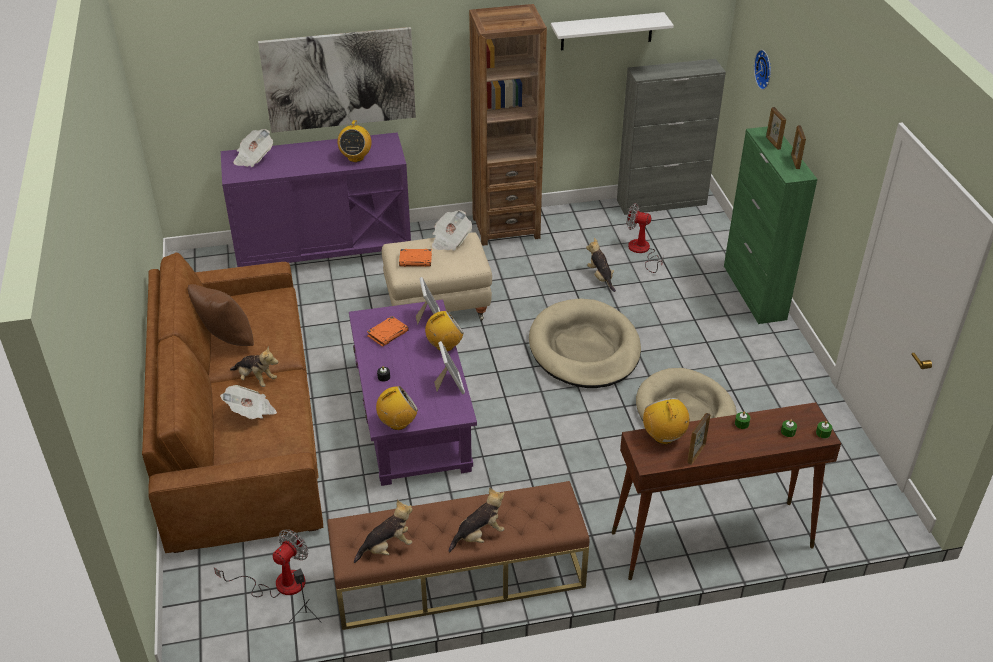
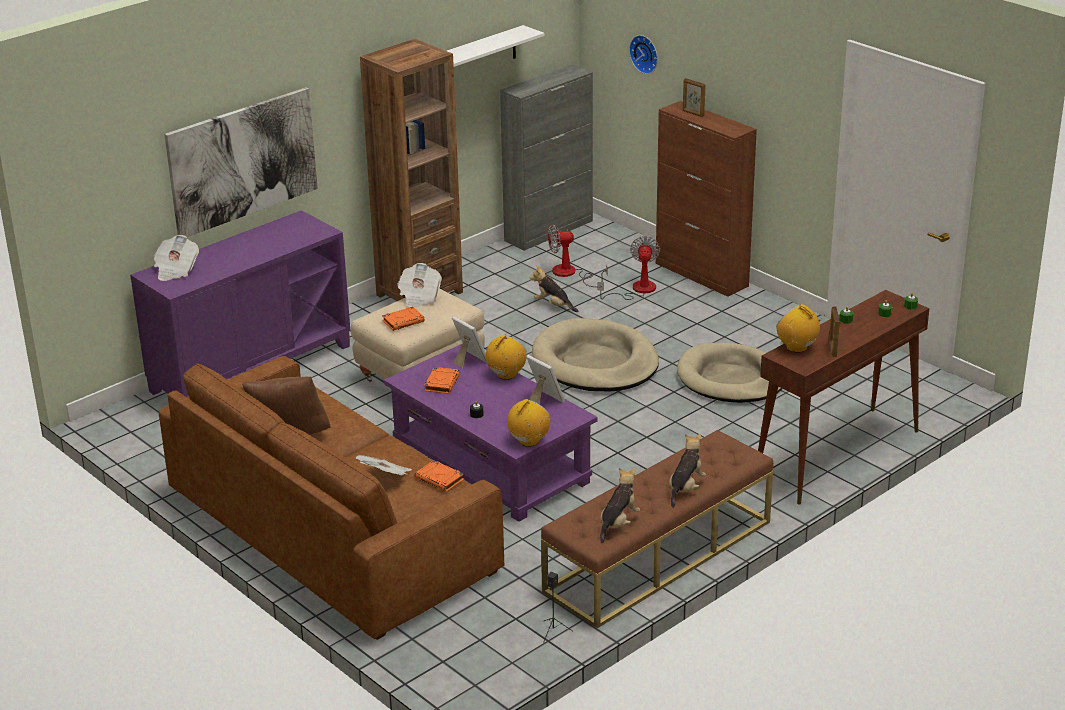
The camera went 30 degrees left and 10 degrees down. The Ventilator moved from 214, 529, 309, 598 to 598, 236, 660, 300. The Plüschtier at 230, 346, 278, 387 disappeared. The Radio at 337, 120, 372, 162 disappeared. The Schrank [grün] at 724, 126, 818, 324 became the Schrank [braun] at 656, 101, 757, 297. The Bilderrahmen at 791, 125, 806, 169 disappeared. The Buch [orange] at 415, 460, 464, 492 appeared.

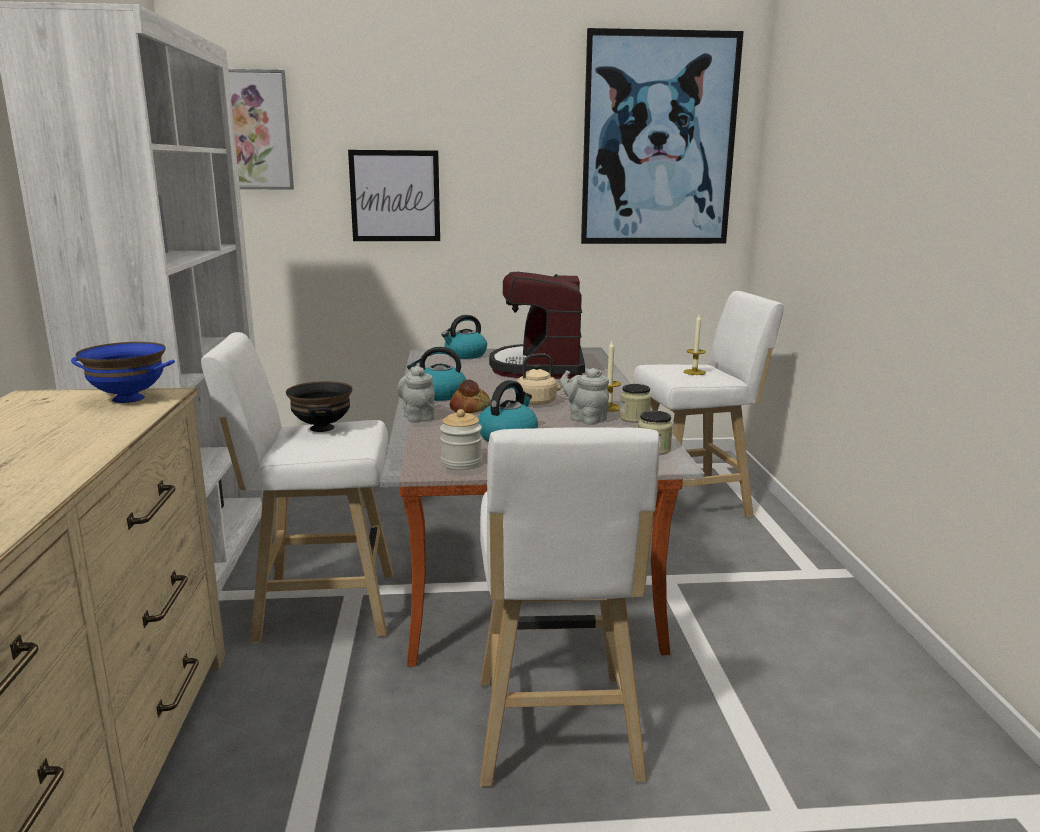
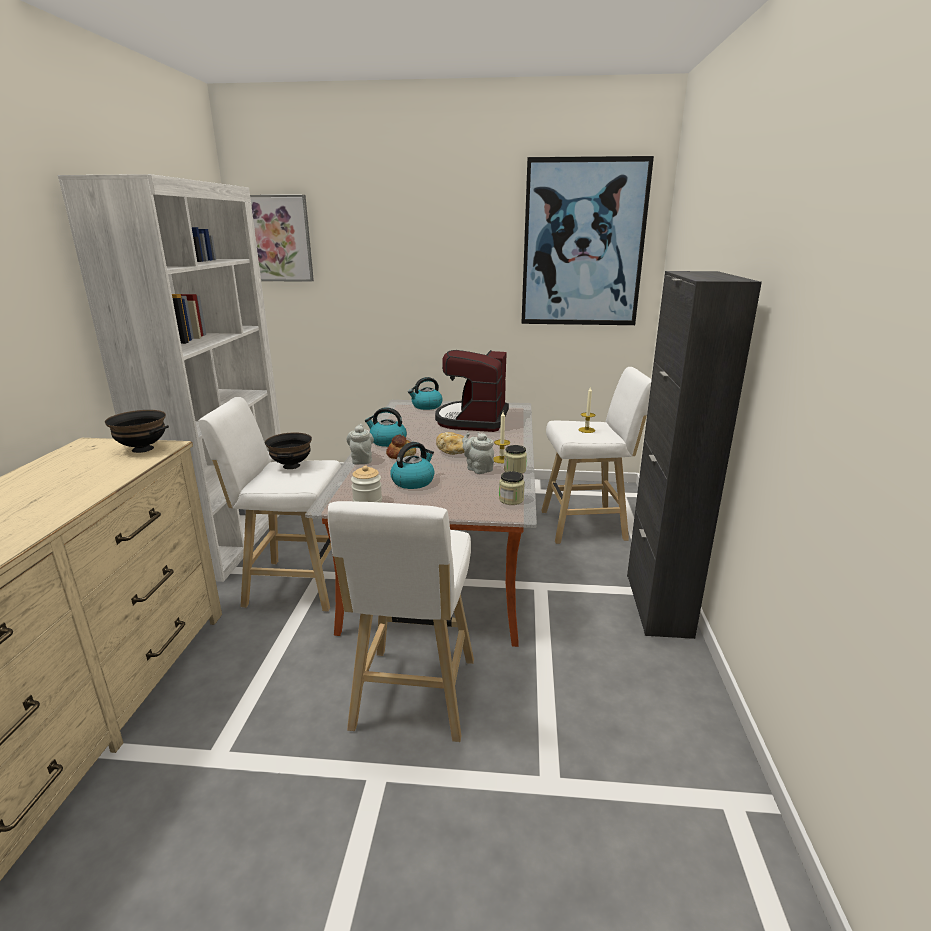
The camera went 10 degrees right and 5 degrees up. The Schüssel [blau] at 71, 342, 175, 403 became the Schüssel [schwarz] at 105, 410, 169, 453. The Bild at 348, 150, 440, 241 disappeared. The Wasserkessel [beige] at 517, 353, 562, 405 was replaced by the Brot at 436, 432, 464, 455. The Schrank [schwarz] at 627, 271, 762, 639 appeared.

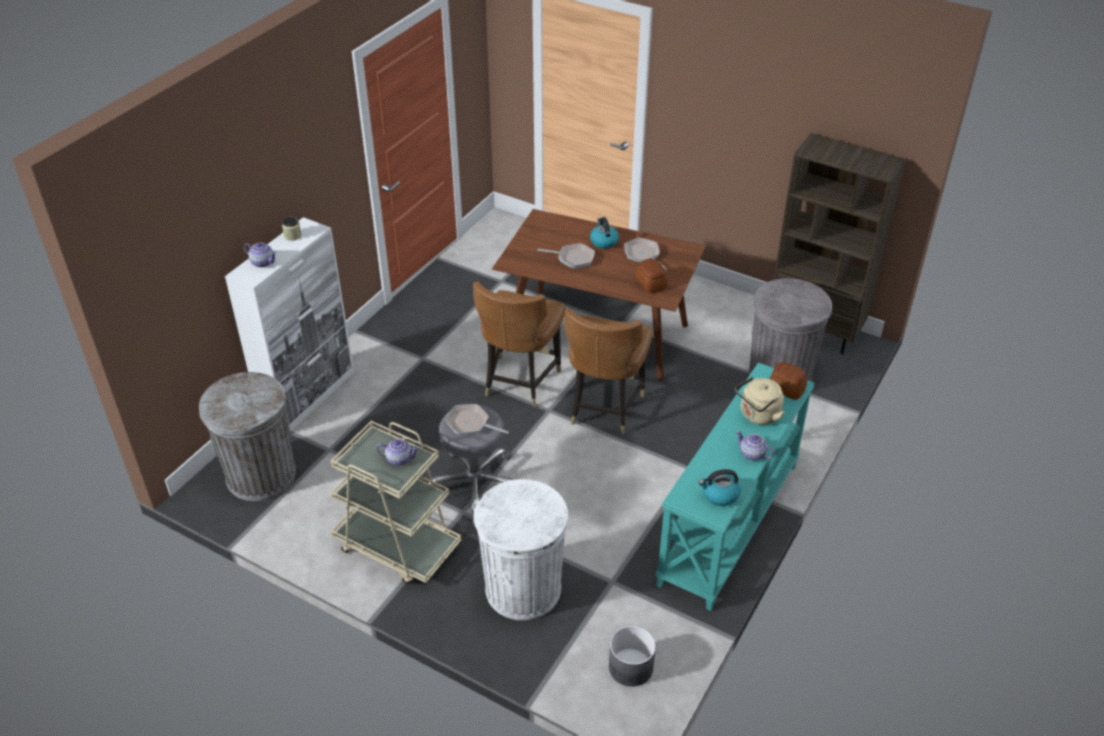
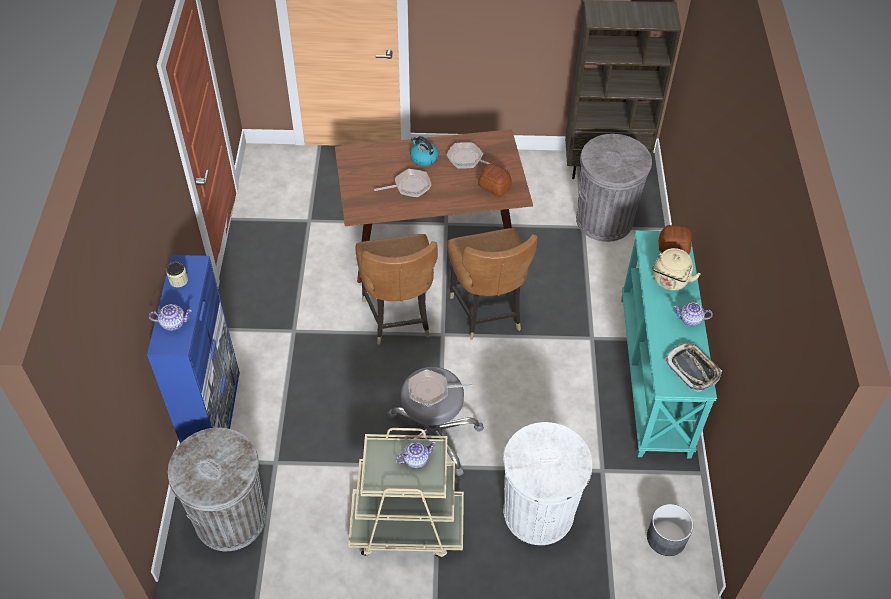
The camera went 30 degrees left and 10 degrees up. The Schrank [weiß] at 225, 217, 354, 432 became the Schrank [blau] at 147, 255, 240, 443. The Wasserkessel at 699, 469, 740, 506 was replaced by the Tablett at 665, 343, 722, 392.

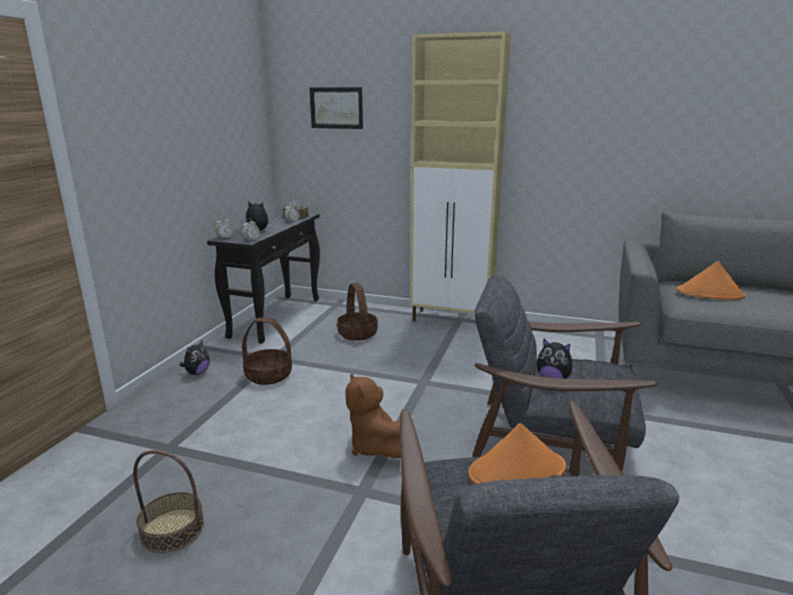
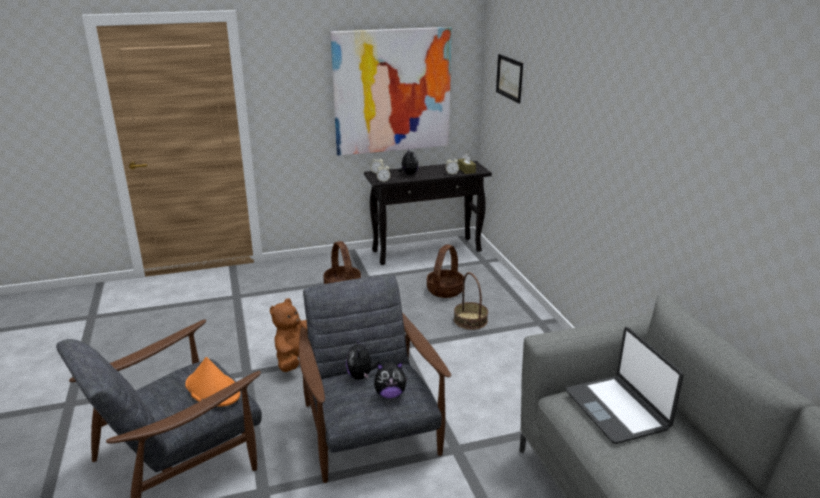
The camera went 55 degrees right and 5 degrees up. The Korb moved from 133, 450, 204, 553 to 454, 272, 488, 330. The Plüschtier moved from 180, 340, 210, 375 to 374, 362, 408, 398. The Schrank [beige] at 410, 31, 511, 322 disappeared. The Hut [orange] at 677, 261, 746, 300 was replaced by the Laptop at 566, 327, 684, 444. The Bild at 331, 27, 452, 156 appeared.

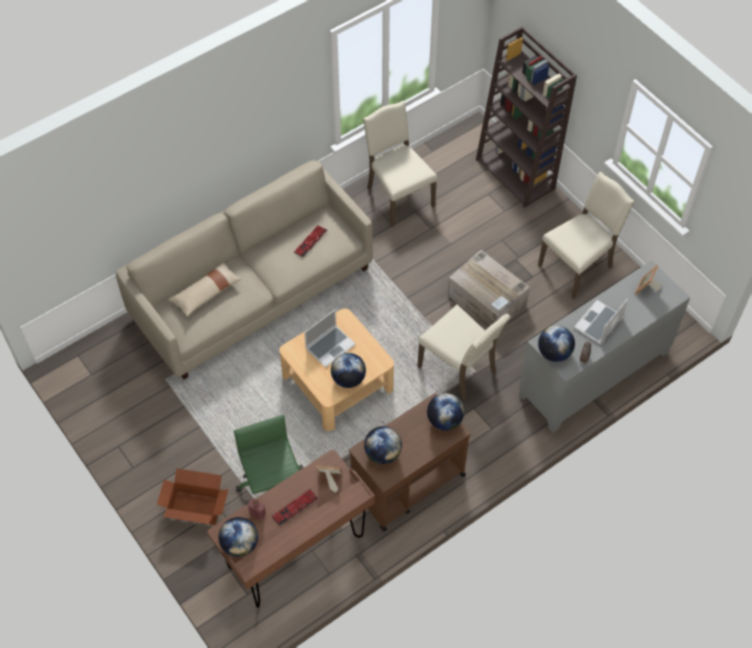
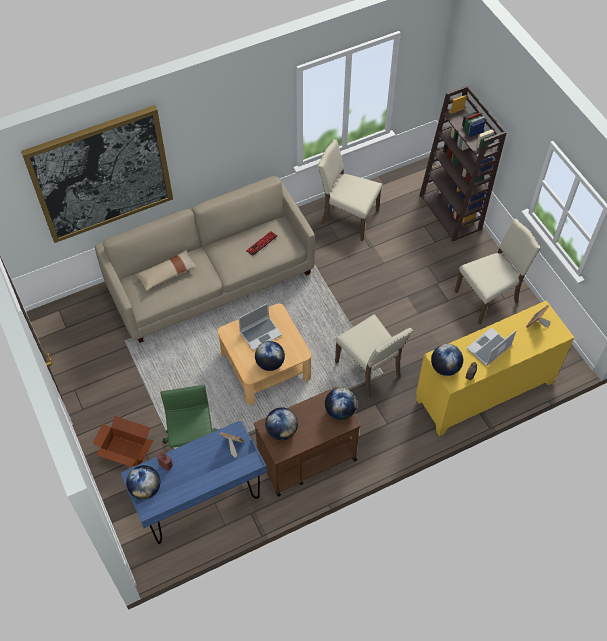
The camera went 10 degrees right and 0 degrees up. The Schreibtisch [braun] at 207, 450, 375, 608 became the Schreibtisch [blau] at 121, 421, 267, 544. The Tastatur at 272, 489, 318, 526 disappeared. The Stuhl [beige] at 363, 101, 437, 227 turned 45 degrees counterclockwise. The Karton at 448, 250, 530, 327 disappeared. The Schrank [grau] at 519, 260, 690, 433 became the Schrank [gelb] at 416, 301, 575, 436. The Bild at 21, 105, 173, 243 appeared.

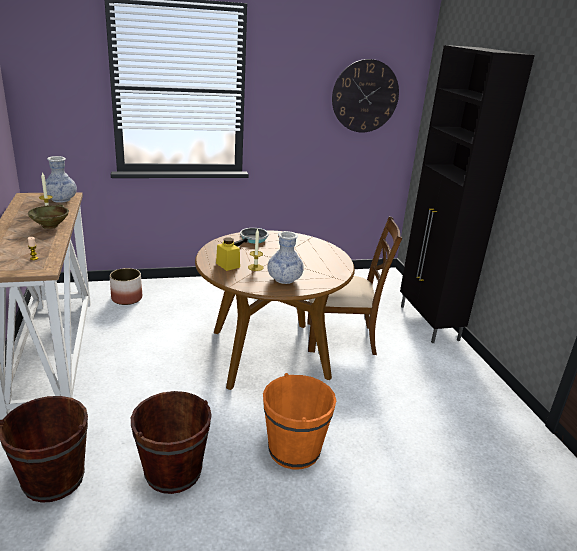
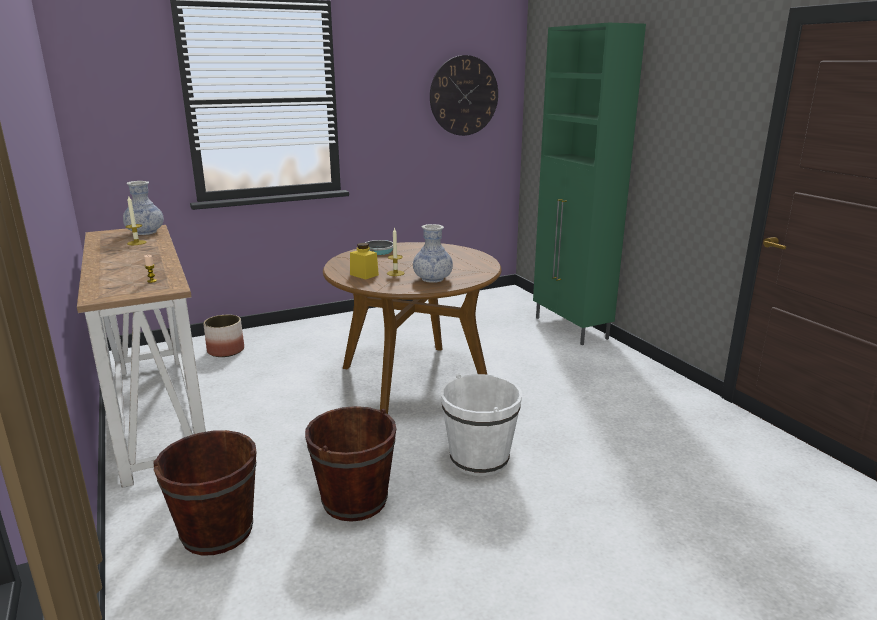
The camera went 10 degrees left and 5 degrees down. The Schüssel [beige] at 28, 205, 69, 229 disappeared. The Eimer [orange] at 263, 373, 336, 469 became the Eimer [weiß] at 441, 374, 522, 476. The Stuhl [braun] at 307, 216, 402, 355 disappeared. The Schrank [schwarz] at 400, 45, 535, 343 became the Schrank [grün] at 533, 23, 646, 345.

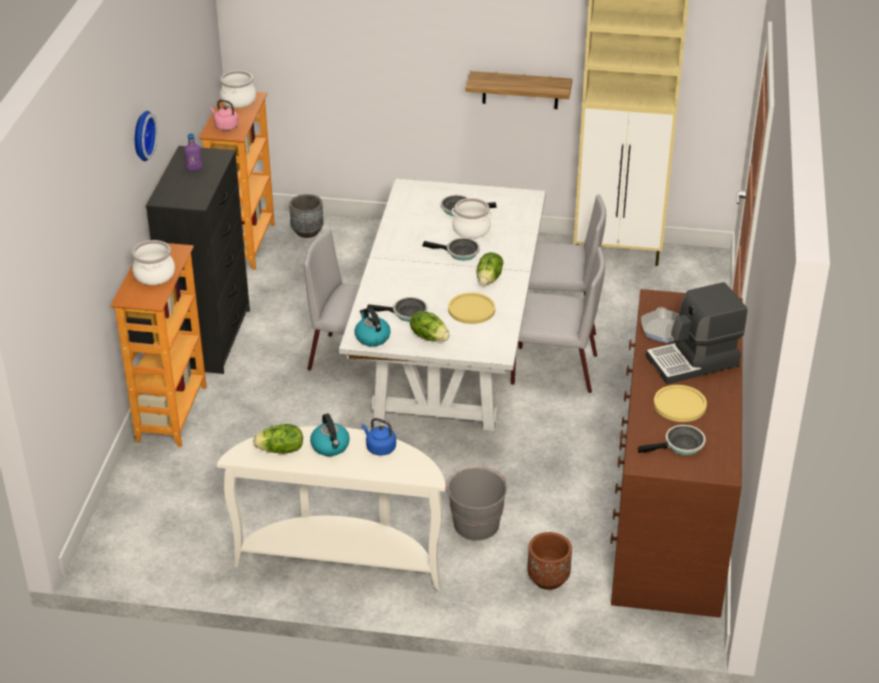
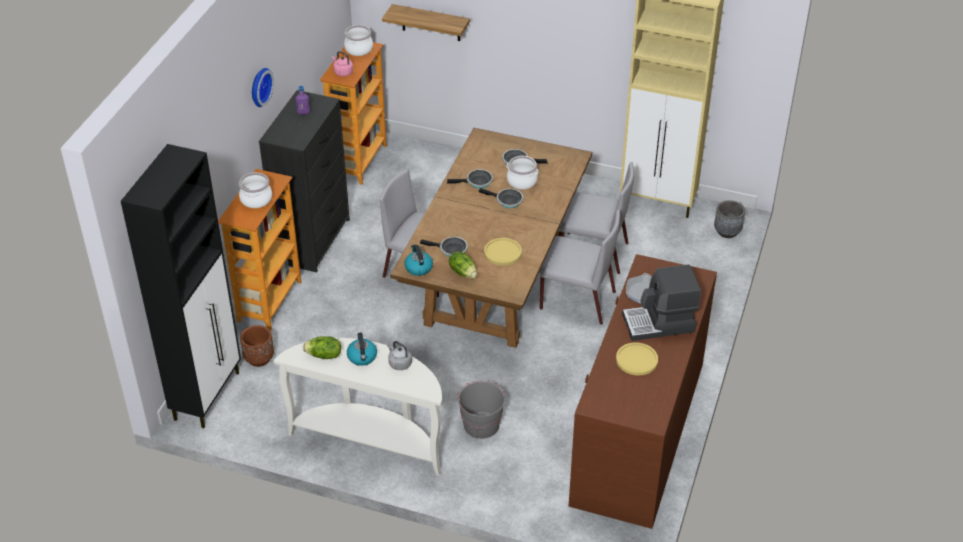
The camera went 10 degrees right and 5 degrees up. The Pflanzkübel [grau] moved from 289, 194, 323, 238 to 714, 200, 745, 238. The Esstisch [weiß] at 339, 178, 546, 431 became the Esstisch [braun] at 390, 128, 592, 348. The Wasserkessel [blau] at 362, 418, 396, 456 became the Wasserkessel [grau] at 387, 341, 412, 370. The Wandregal moved from 465, 71, 572, 109 to 382, 4, 470, 41. The Salatkopf at 477, 252, 503, 285 disappeared. The Pflanzkübel [braun] moved from 527, 532, 572, 590 to 240, 325, 274, 367. The Pfanne moved from 638, 425, 706, 455 to 447, 169, 493, 189. The Schrank [schwarz] at 121, 144, 241, 428 appeared.

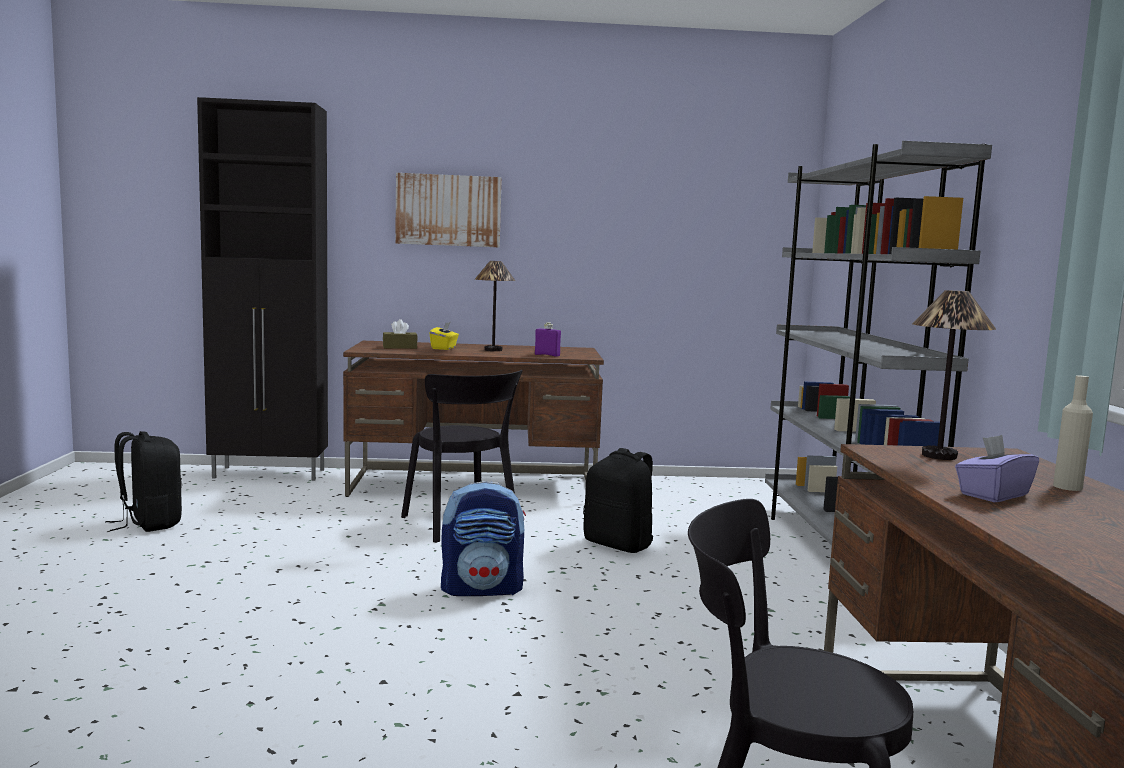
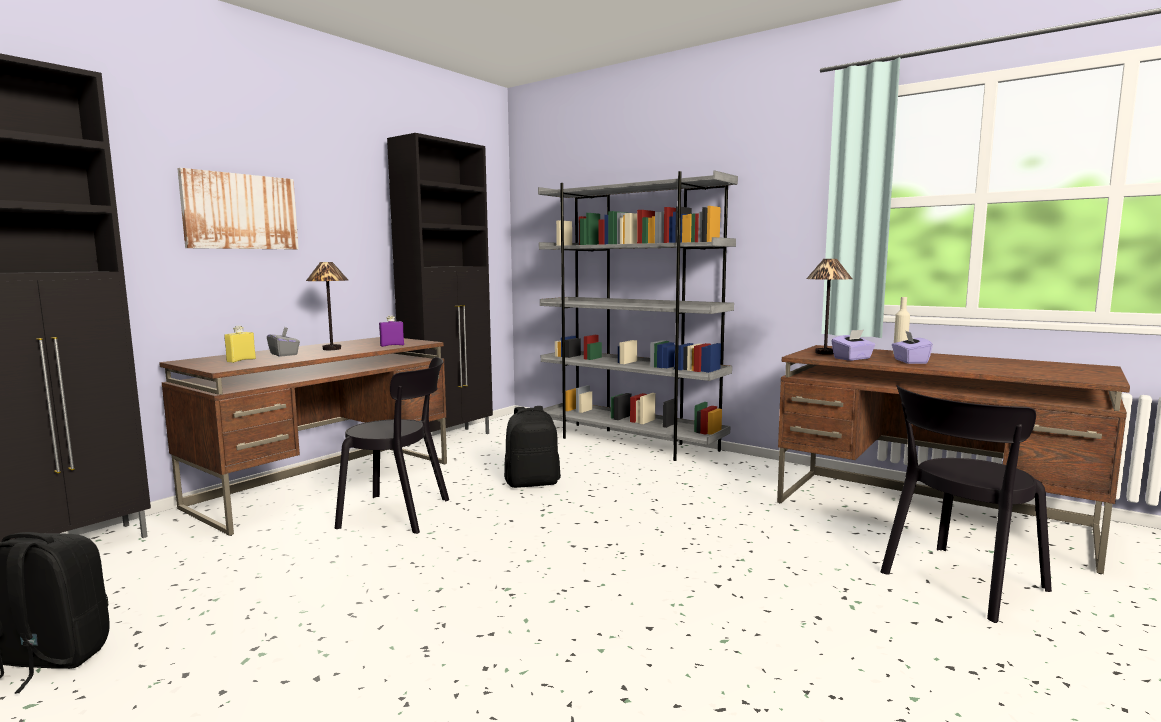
The camera went 50 degrees left and 0 degrees up. The Taschentuchbox [braun] at 383, 319, 418, 349 was replaced by the Flasche [gelb] at 224, 326, 256, 363. The Taschentuchbox [gelb] at 429, 322, 459, 350 became the Taschentuchbox [grau] at 267, 327, 300, 357. The Rucksack at 441, 481, 526, 596 disappeared. The Schrank [schwarz] at 387, 133, 493, 452 appeared. The Taschentuchbox [lila] at 831, 330, 876, 361 appeared.

